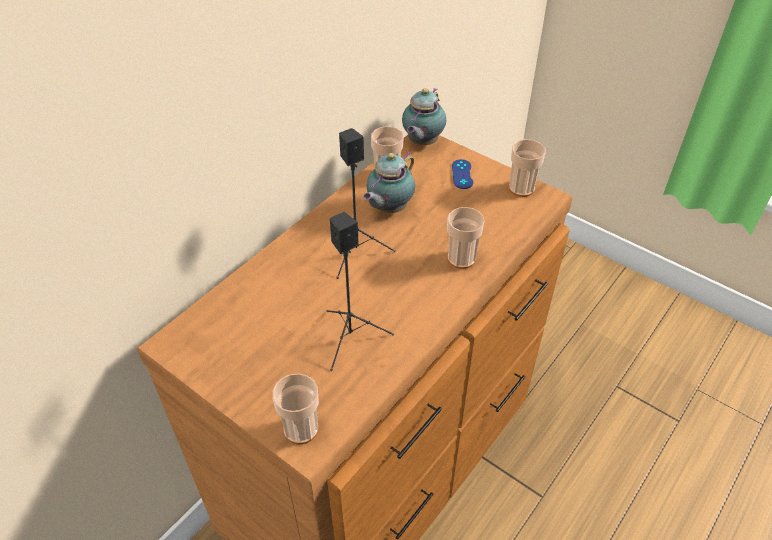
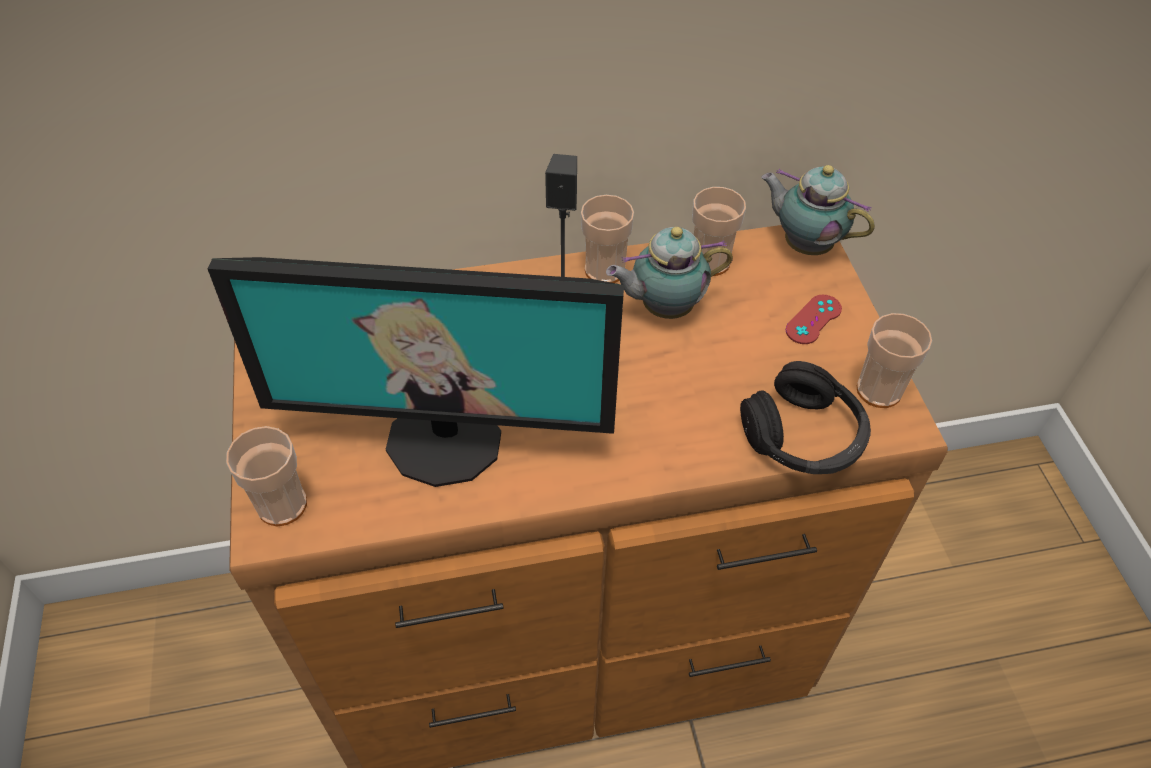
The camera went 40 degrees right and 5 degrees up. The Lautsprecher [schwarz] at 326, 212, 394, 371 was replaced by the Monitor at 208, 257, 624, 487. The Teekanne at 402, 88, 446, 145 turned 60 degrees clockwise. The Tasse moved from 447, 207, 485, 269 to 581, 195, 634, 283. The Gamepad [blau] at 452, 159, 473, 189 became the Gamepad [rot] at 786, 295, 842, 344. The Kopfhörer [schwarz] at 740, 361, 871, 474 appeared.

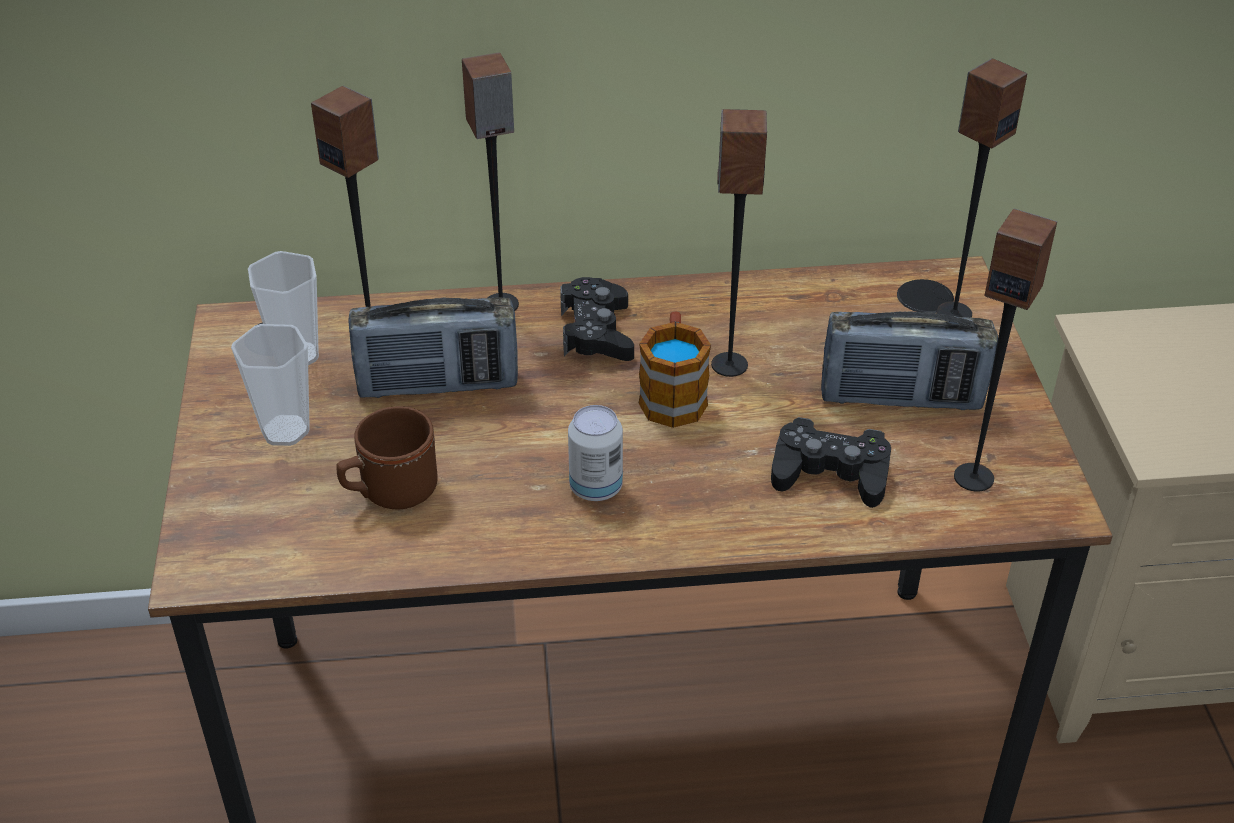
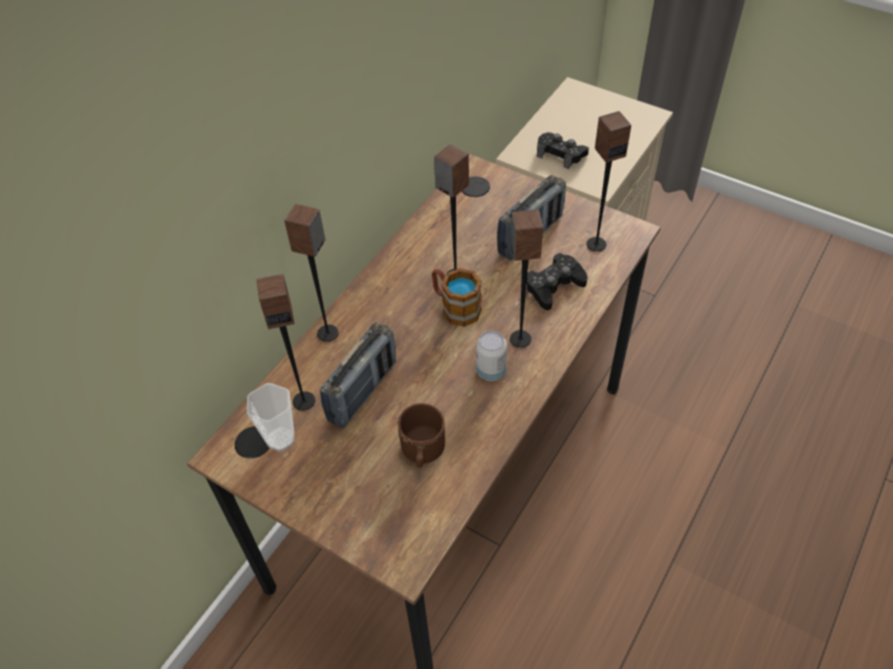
The camera went 50 degrees left and 10 degrees up. The Tasse at 231, 324, 310, 446 disappeared. The Gamepad [schwarz] moved from 560, 277, 634, 361 to 537, 132, 589, 169. The Lautsprecher moved from 937, 58, 1027, 318 to 510, 210, 543, 348.

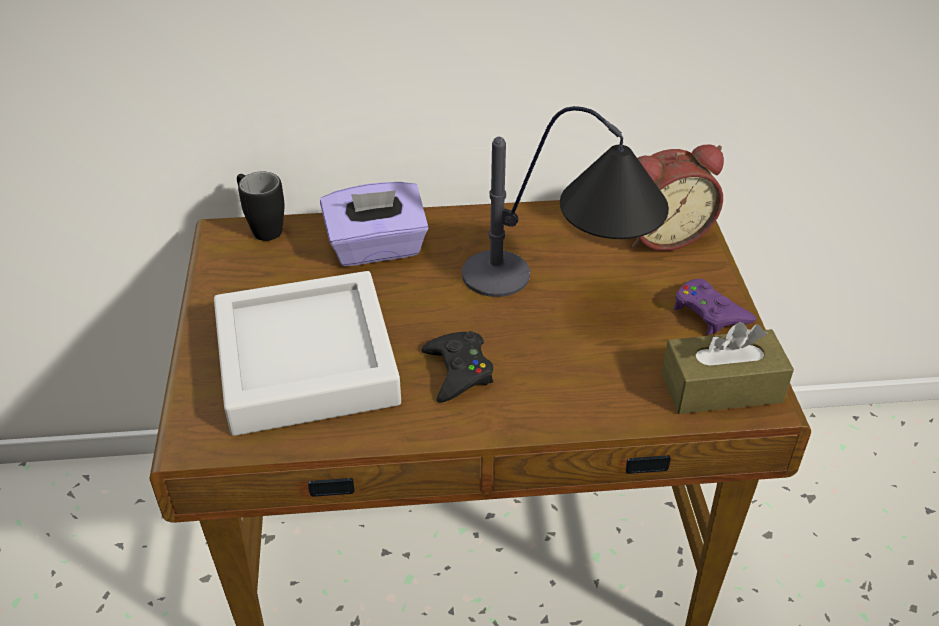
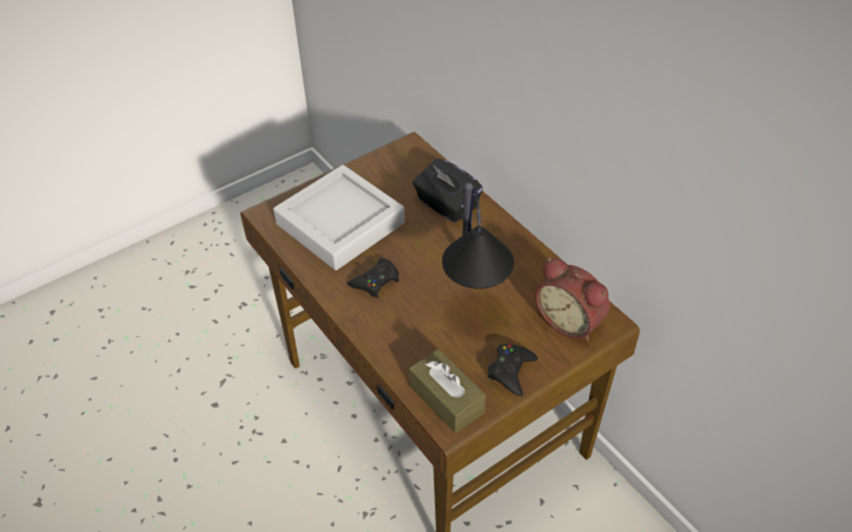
The camera went 60 degrees right and 5 degrees up. The Henkelbecher [schwarz] at 237, 171, 284, 241 disappeared. The Taschentuchbox [lila] at 320, 182, 429, 266 became the Taschentuchbox [schwarz] at 412, 158, 483, 223. The Gamepad [lila] at 674, 279, 756, 335 became the Gamepad [schwarz] at 487, 344, 538, 396.

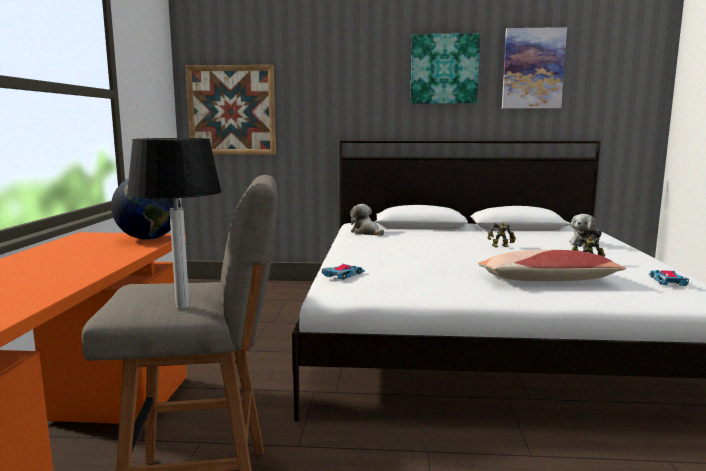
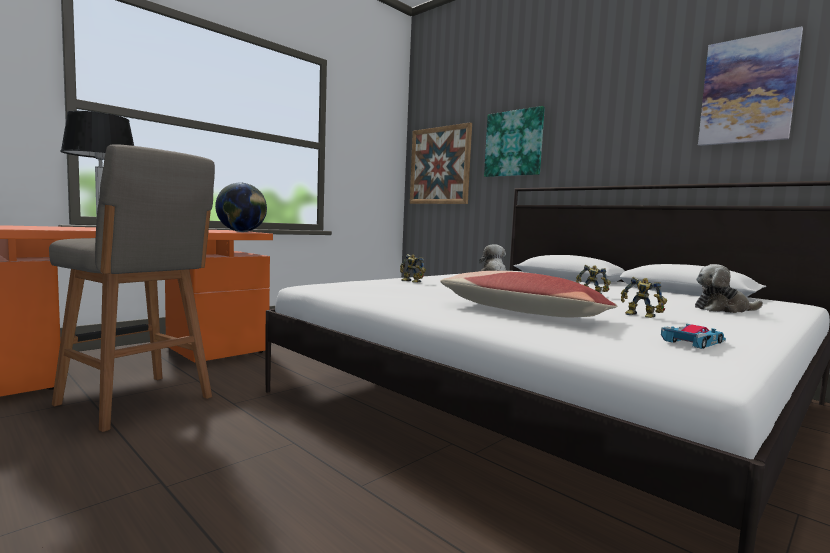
The camera went 40 degrees right and 5 degrees down. The Spielzeugauto at 322, 264, 365, 280 disappeared. The Bild moved from 410, 33, 480, 104 to 484, 106, 545, 177. The Spielzeugroboter at 400, 254, 426, 283 appeared.

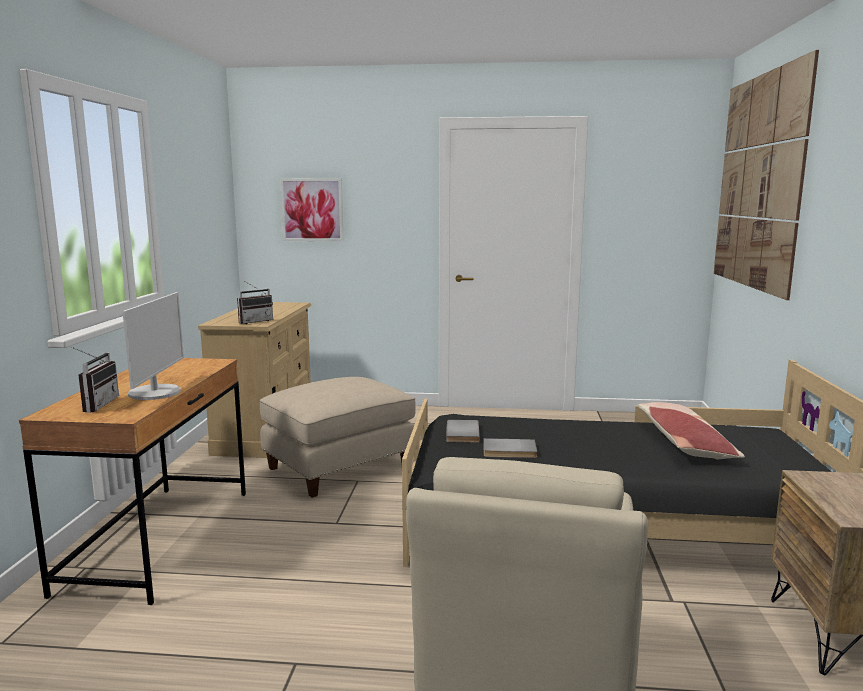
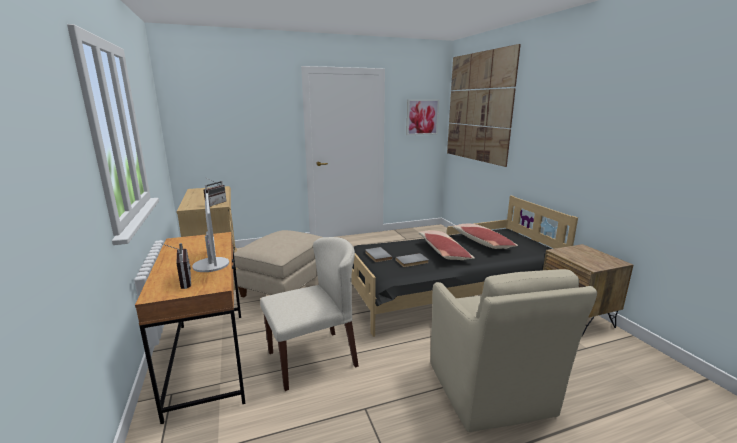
The camera went 25 degrees left and 5 degrees up. The Bild moved from 280, 178, 344, 241 to 406, 99, 439, 135. The Stuhl [beige] at 260, 237, 359, 391 appeared. The Kissen at 419, 230, 475, 260 appeared.

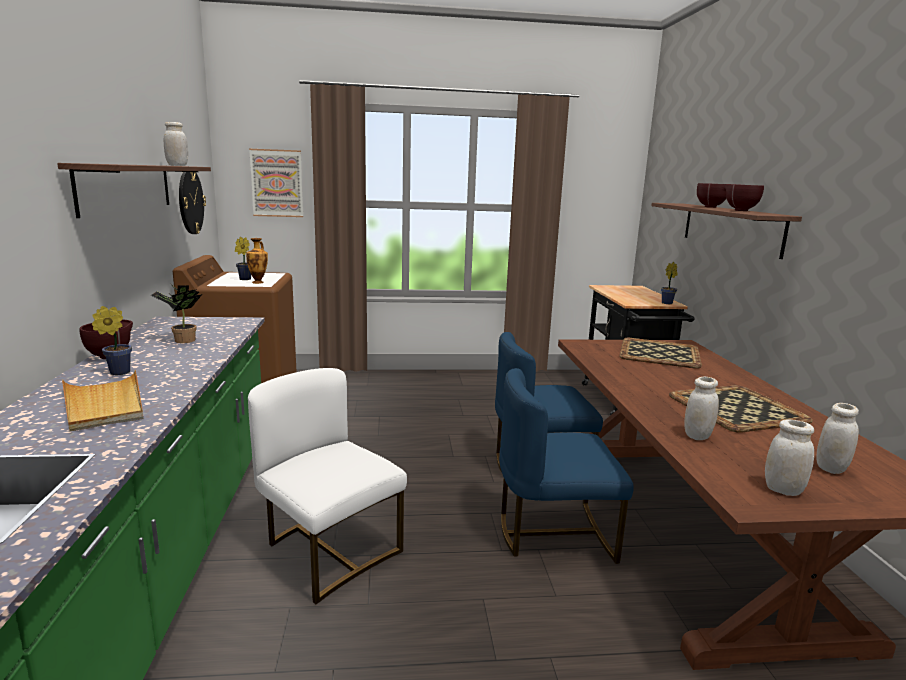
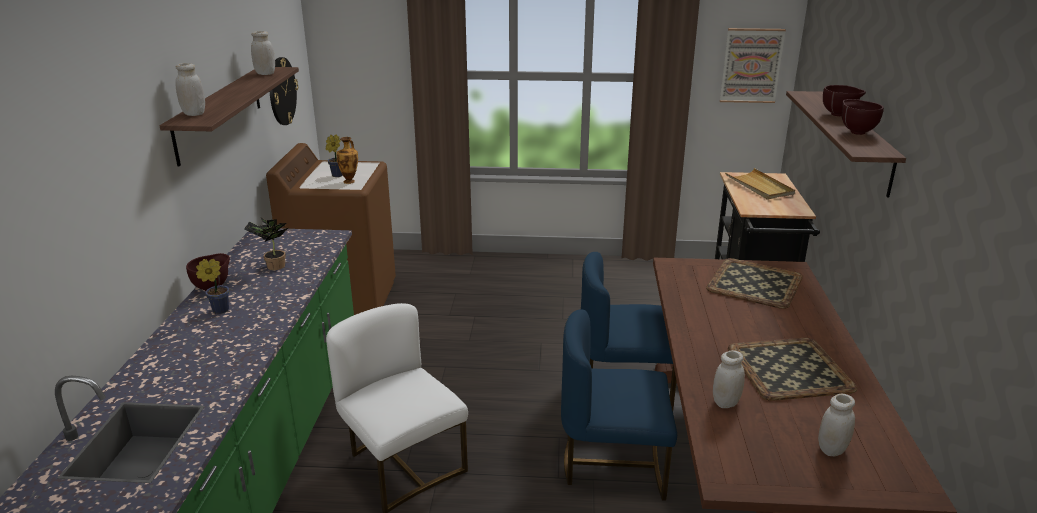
The camera went 10 degrees right and 10 degrees up. The Tablett [beige] moved from 62, 370, 143, 431 to 725, 168, 795, 199. The Bild moved from 249, 149, 303, 217 to 720, 28, 786, 103. The Topfpflanze at 661, 262, 678, 304 disappeared. The Vorratsglas [weiß] moved from 765, 420, 814, 496 to 175, 63, 205, 116.

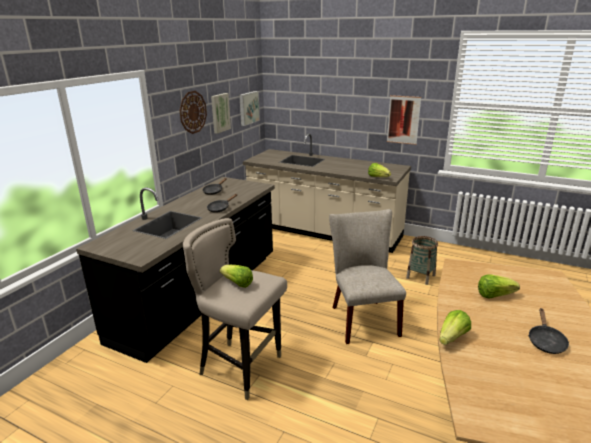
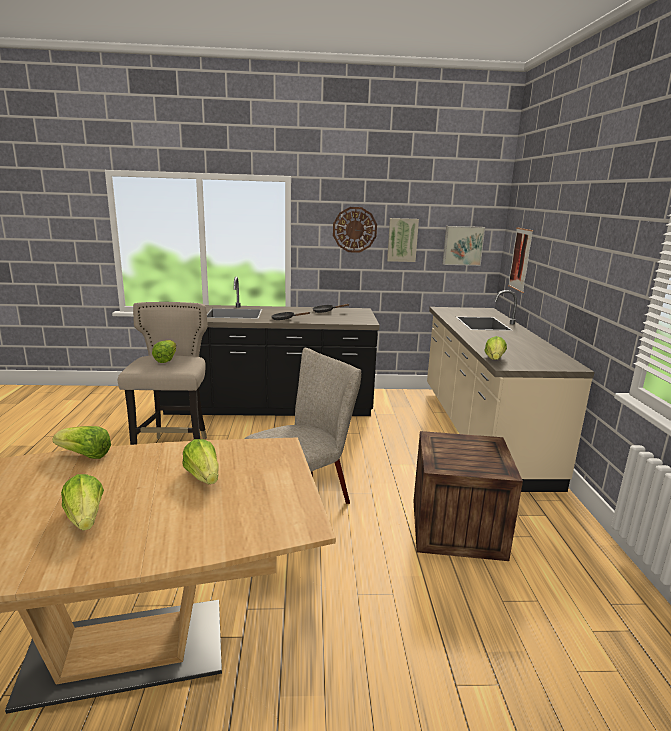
The camera went 60 degrees right and 5 degrees down. The Bild moved from 387, 95, 421, 145 to 508, 227, 533, 293. The Korb at 406, 236, 438, 285 was replaced by the Kiste at 413, 431, 523, 561. The Pfanne [schwarz] at 528, 309, 569, 354 was replaced by the Salatkopf at 61, 474, 104, 531.

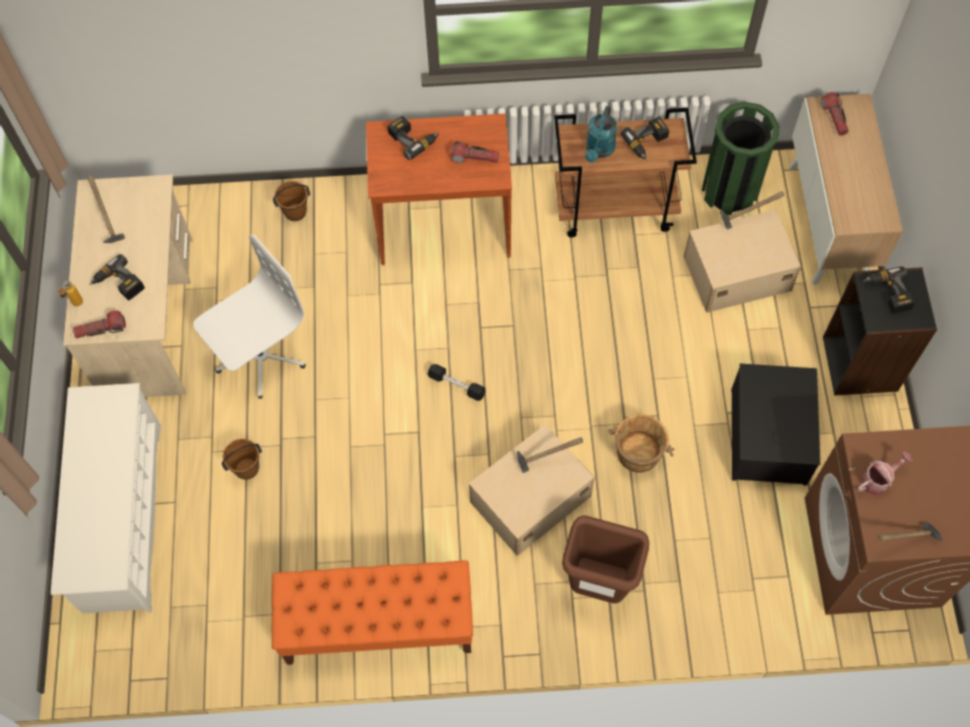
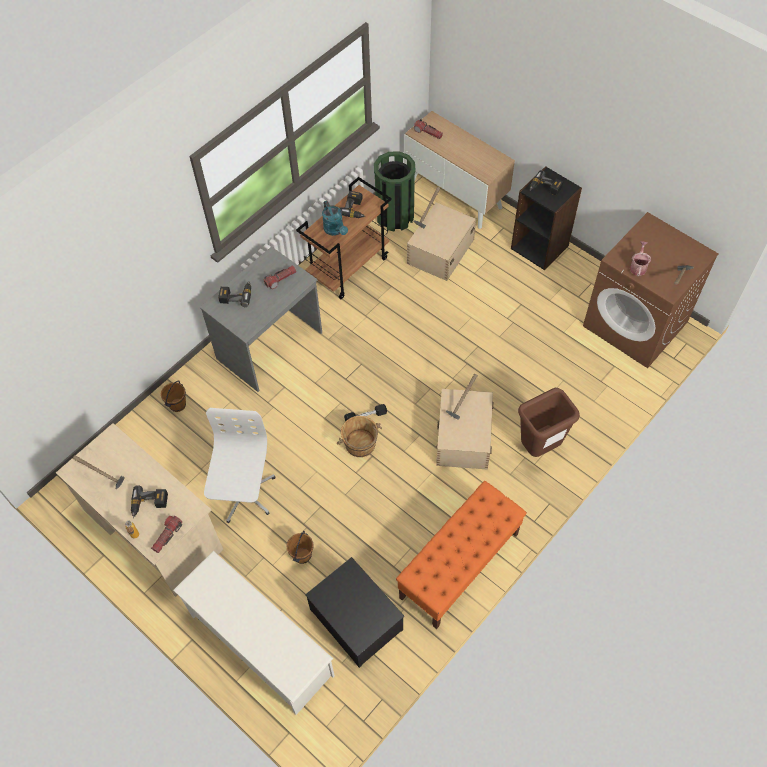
The camera went 45 degrees left and 5 degrees down. The Schreibtisch [braun] at 366, 114, 512, 265 became the Schreibtisch [grau] at 200, 247, 322, 392. The Eimer [braun] moved from 608, 414, 674, 473 to 337, 416, 382, 457. The Aufbewahrungsbox moved from 731, 363, 820, 486 to 305, 557, 404, 668.

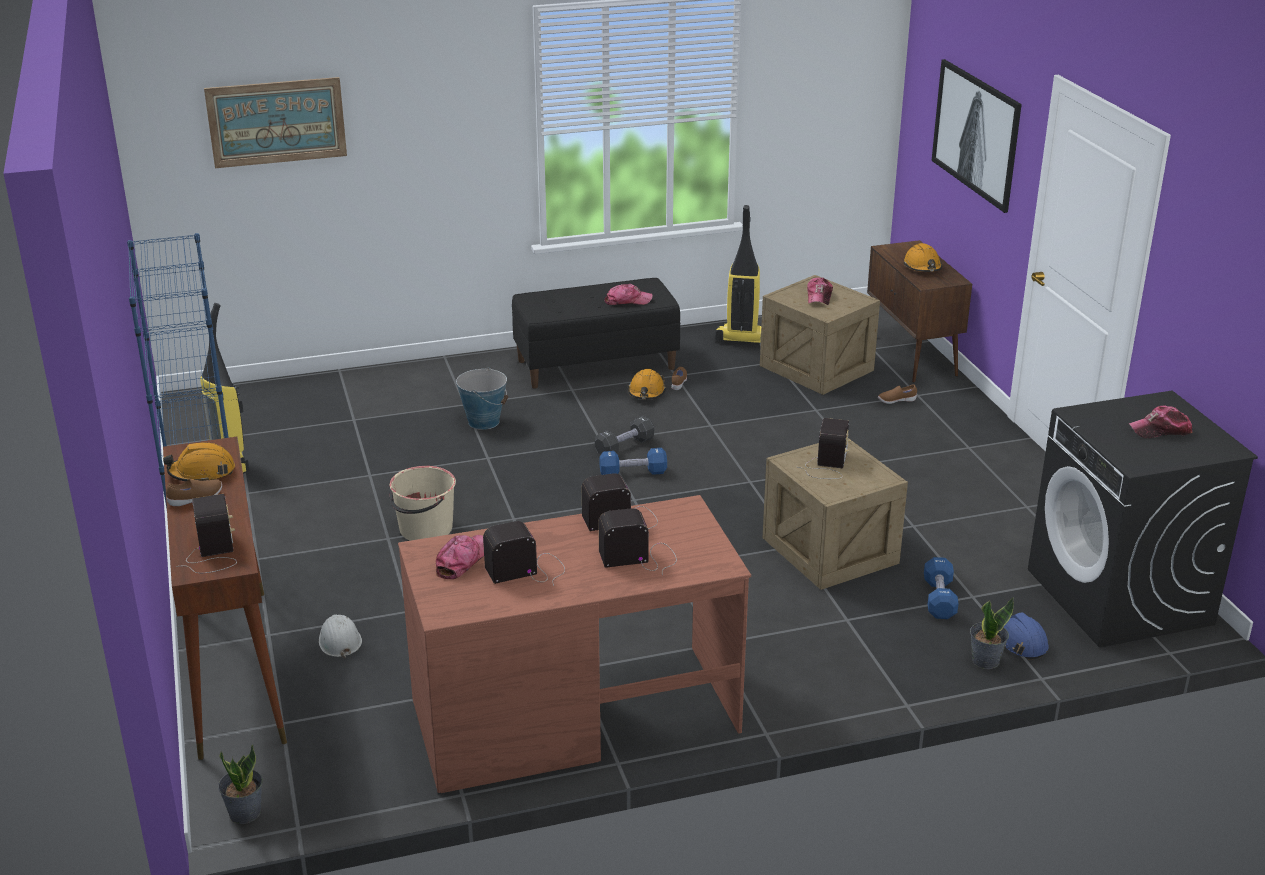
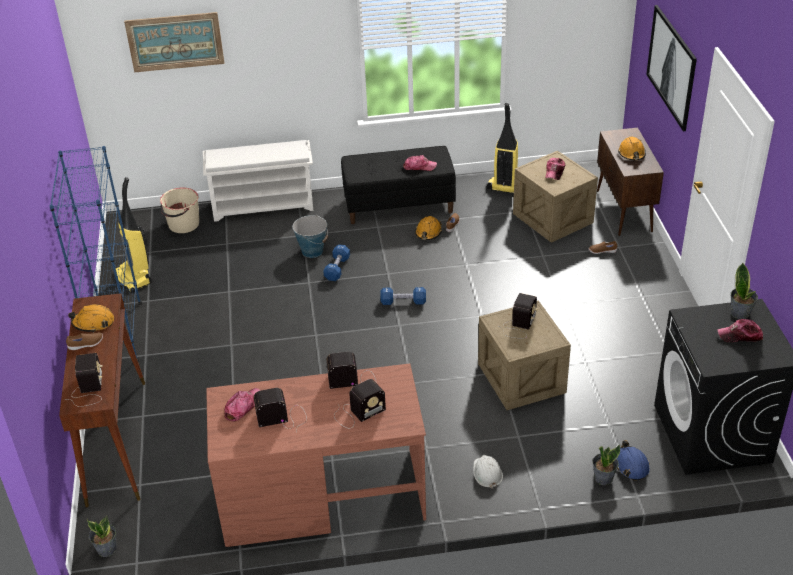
The camera went 10 degrees right and 10 degrees up. The Schutzhelm [weiß] moved from 319, 615, 362, 658 to 473, 455, 503, 489. The Eimer [beige] moved from 389, 466, 456, 541 to 160, 188, 199, 233. The Hantel [schwarz] at 595, 416, 654, 455 disappeared. The Radio at 598, 508, 677, 576 turned 150 degrees clockwise. The Hantel [blau] moved from 924, 557, 959, 619 to 323, 244, 350, 281. The Schuhregal [weiß] at 203, 140, 313, 222 appeared. The Topfpflanze at 731, 263, 758, 319 appeared.

